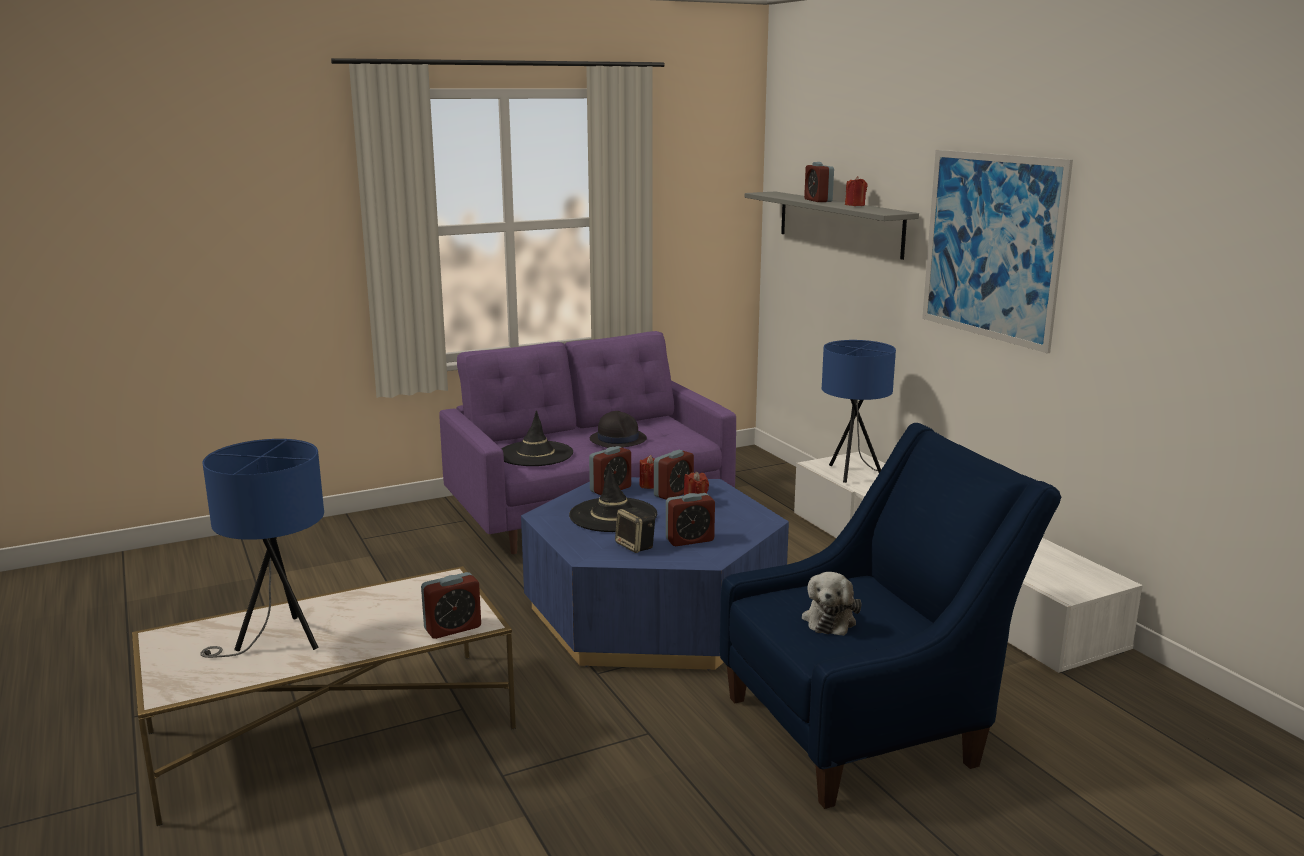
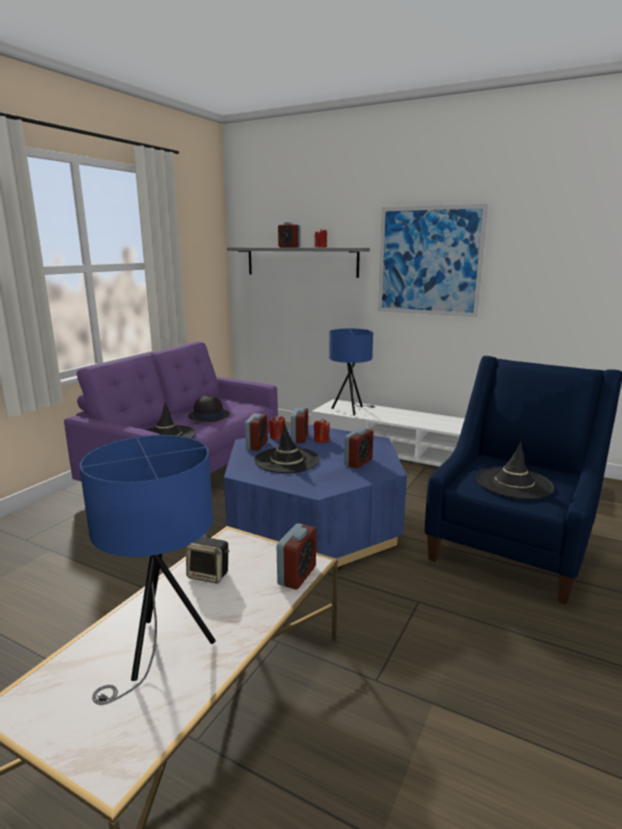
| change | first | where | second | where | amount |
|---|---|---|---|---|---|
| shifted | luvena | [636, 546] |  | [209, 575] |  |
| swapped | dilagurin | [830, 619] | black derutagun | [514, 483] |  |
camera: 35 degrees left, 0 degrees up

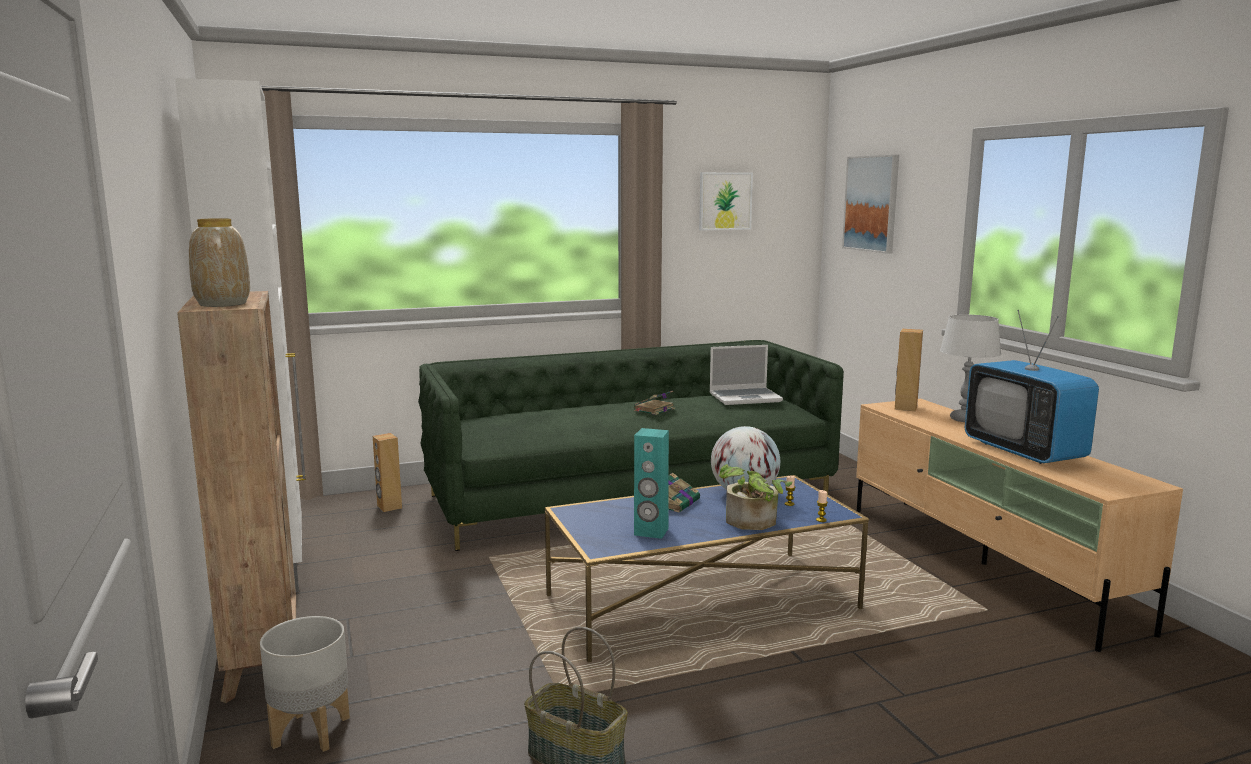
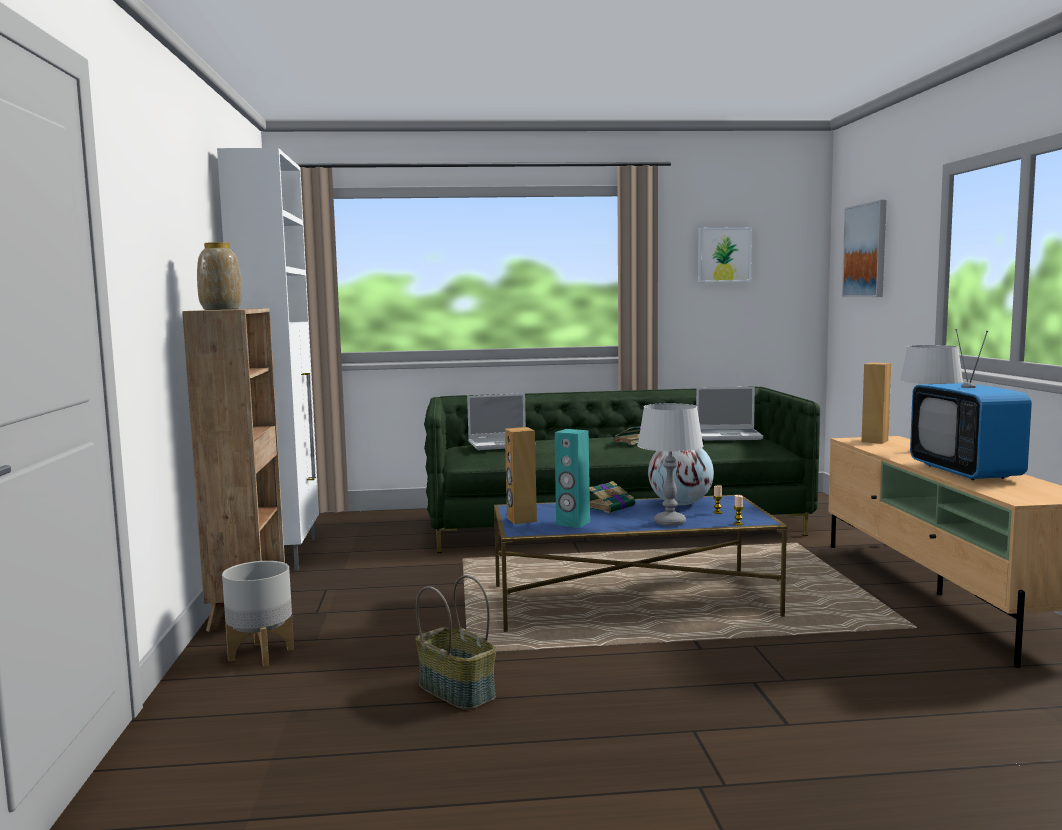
| change | first | where | second | where | amount |
|---|---|---|---|---|---|
| shifted | brown luvena | [389, 507] |  | [521, 520] |  |
| swapped | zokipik | [752, 523] | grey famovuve | [670, 523] |  |
| new |  |  | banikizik | [502, 444] |  |
camera: 15 degrees right, 5 degrees down

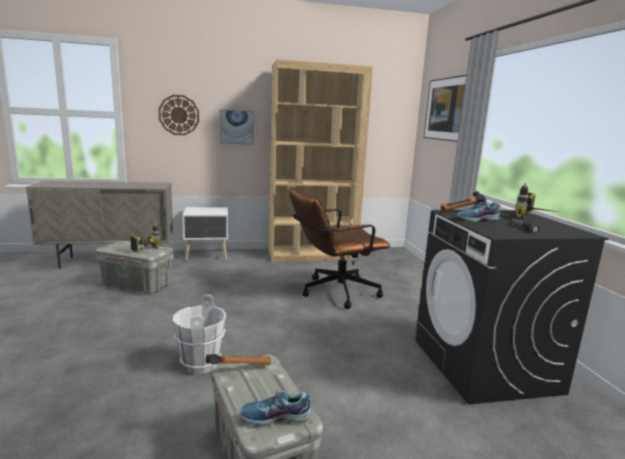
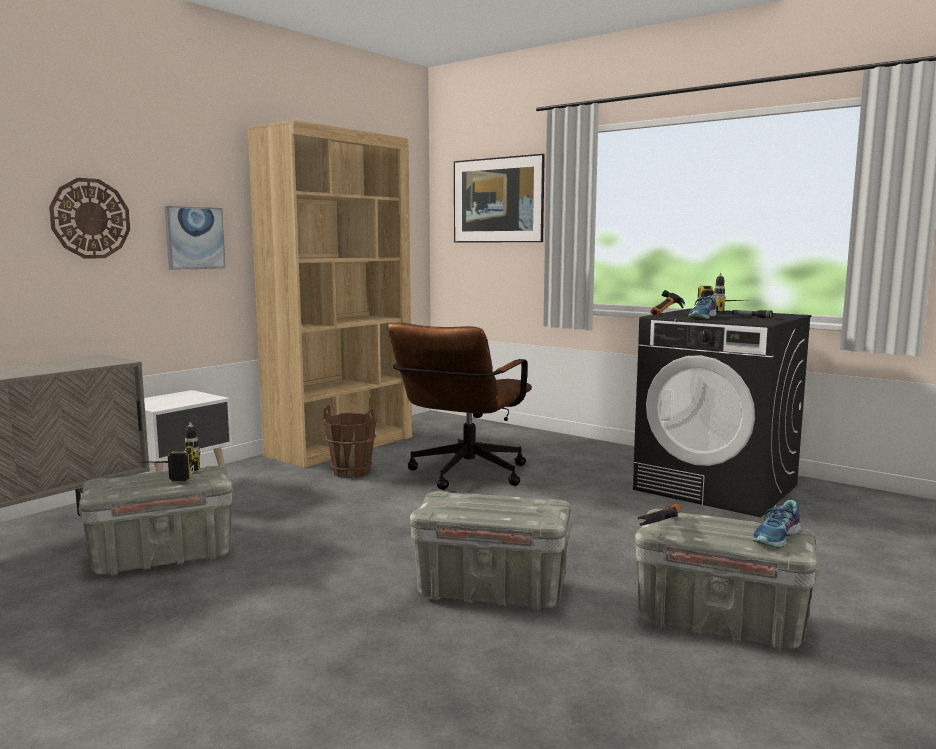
| change | first | where | second | where | amount |
|---|---|---|---|---|---|
| swapped | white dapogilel | [200, 364] | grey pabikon | [490, 591] |  |
| new |  |  | brown dapogilel | [351, 472] |  |
camera: 40 degrees left, 5 degrees down

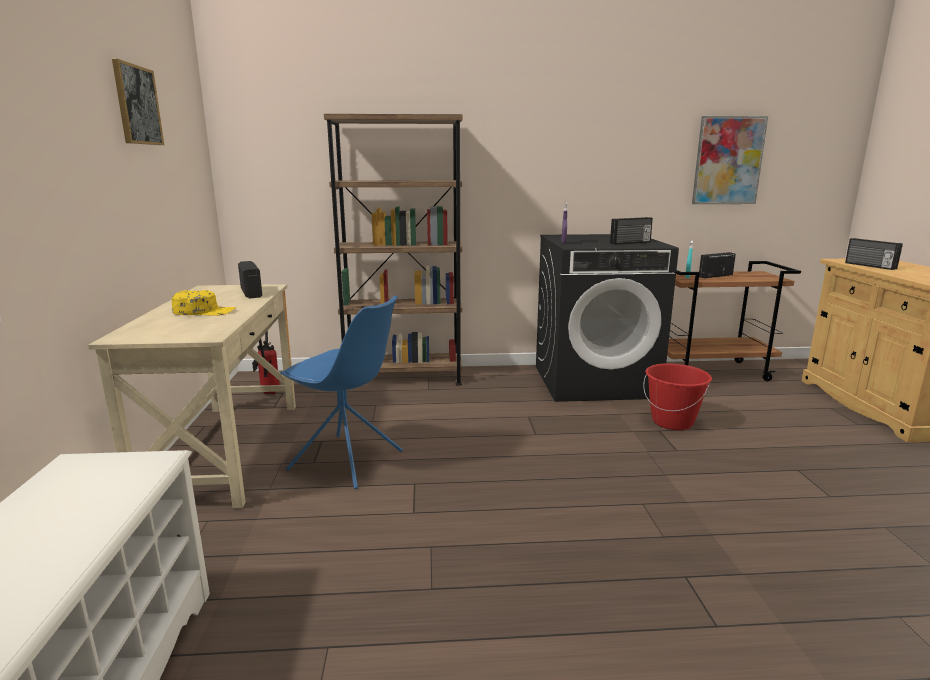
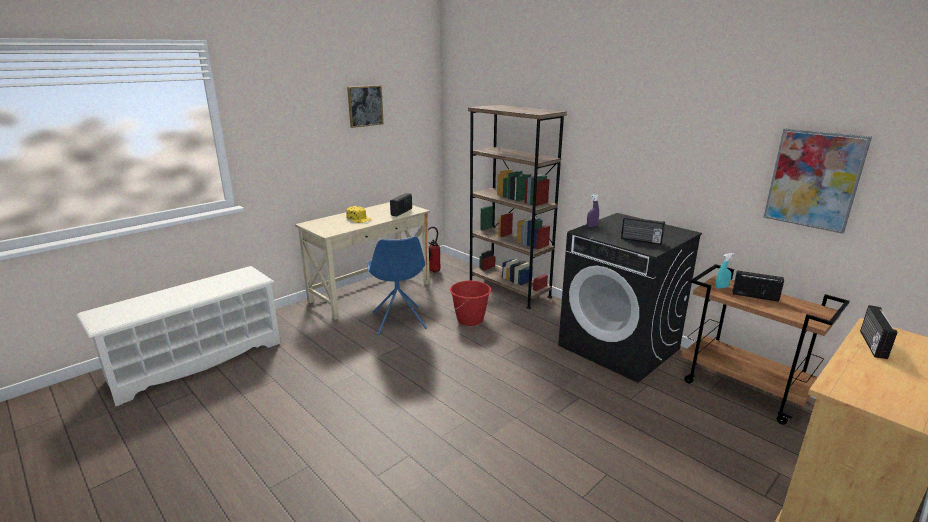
| change | first | where | second | where | amount |
|---|---|---|---|---|---|
| shifted | red dapogilel | [672, 422] |  | [470, 320] |  |
camera: 50 degrees right, 5 degrees up

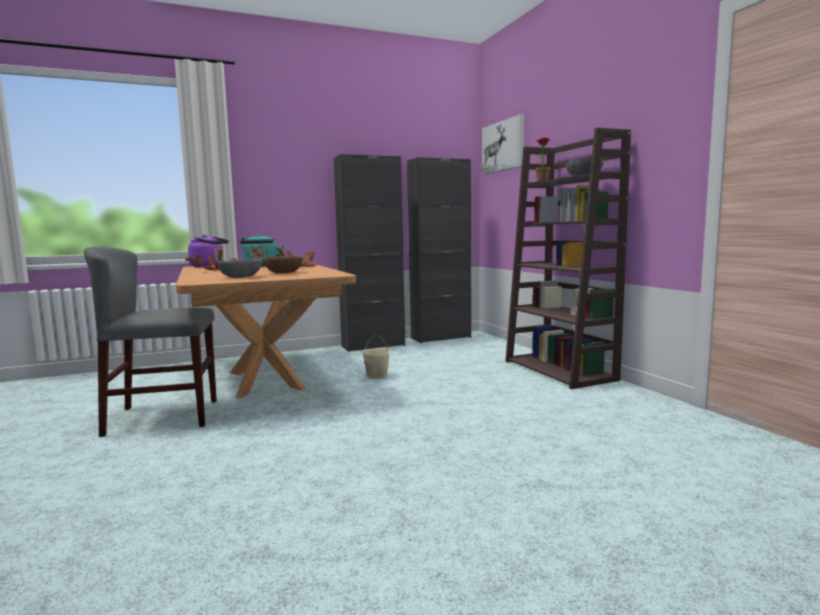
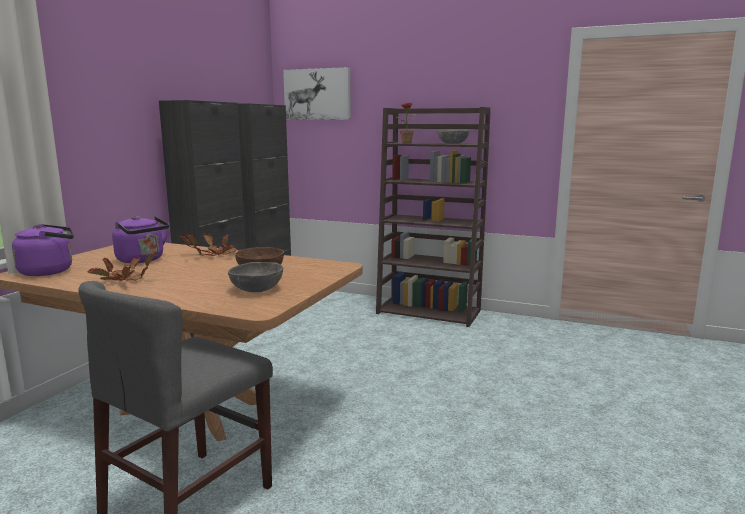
| change | first | where | second | where | amount |
|---|---|---|---|---|---|
| repainted | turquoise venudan | [261, 266] | purple venudan | [142, 260] |  |
| gone | beige dapogilel | [376, 376] |  |  |  |
camera: 45 degrees left, 5 degrees up

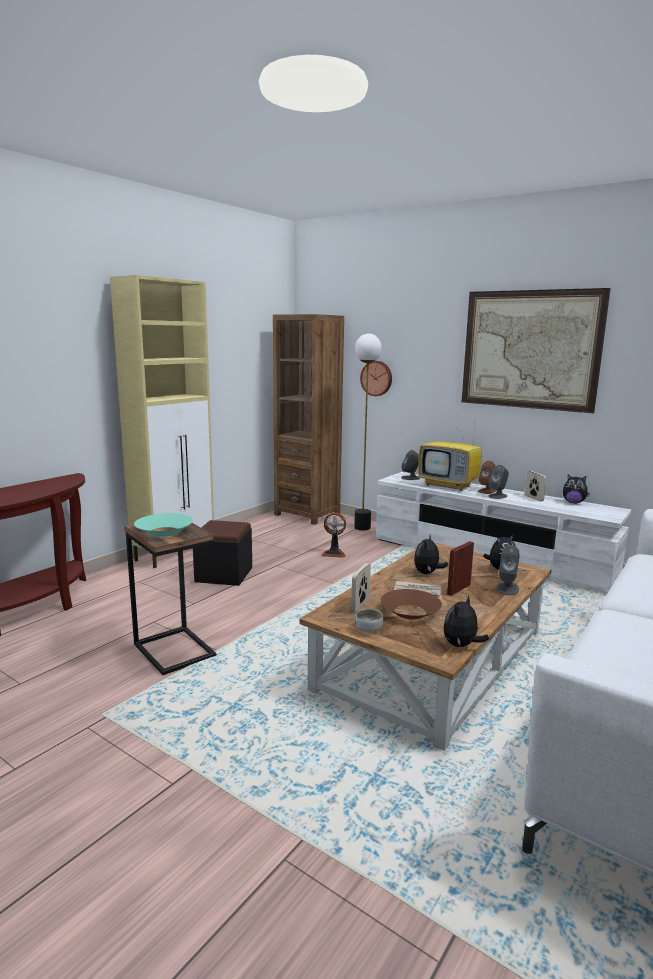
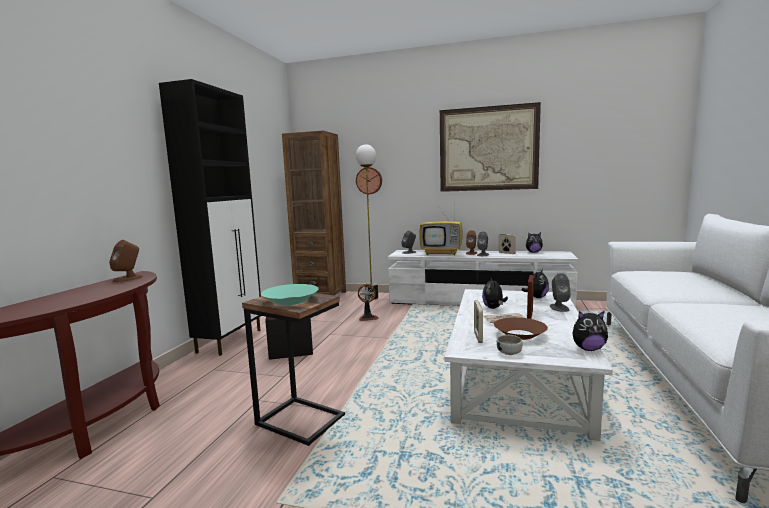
| change | first | where | second | where | amount |
|---|---|---|---|---|---|
| repainted | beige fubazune | [175, 553] | black fubazune | [231, 340] |  |
| repainted | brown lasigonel | [434, 660] | white lasigonel | [518, 376] |  |
| rotated | dilagurin | [461, 645] |  | [588, 349] | 105 degrees counterclockwise |
| new |  |  | brown luvena | [128, 278] |  |
camera: 20 degrees left, 5 degrees down

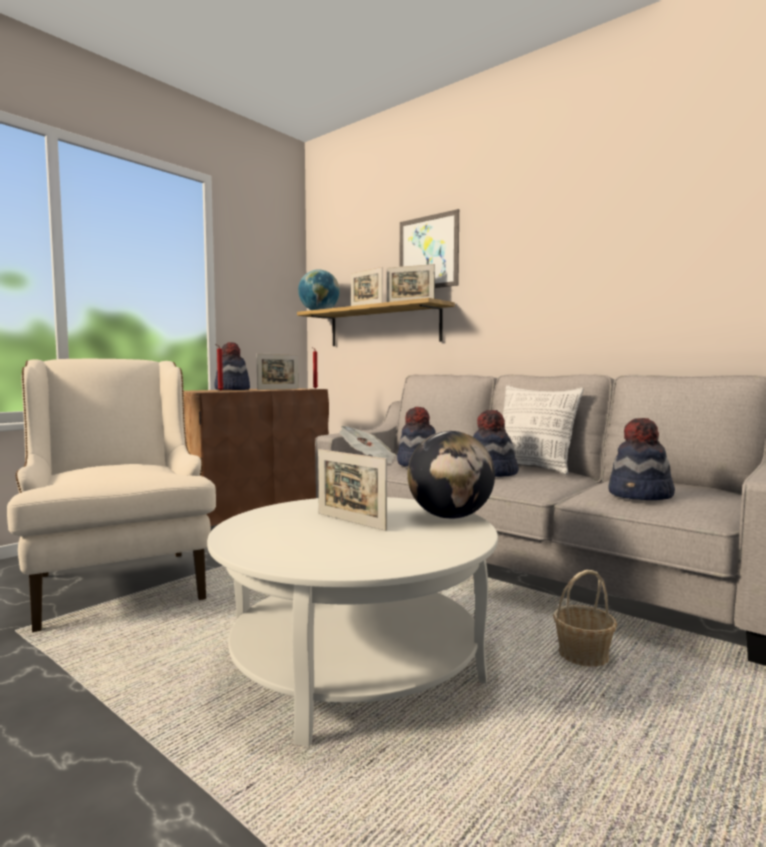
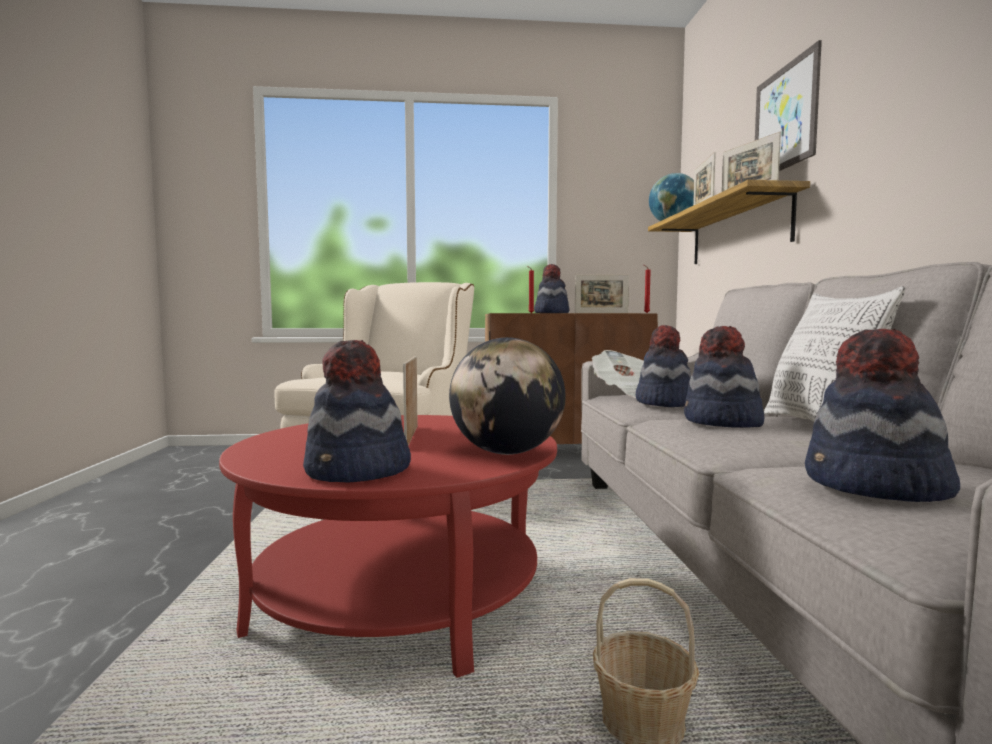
| change | first | where | second | where | amount |
|---|---|---|---|---|---|
| repainted | white lasigonel | [355, 662] | red lasigonel | [399, 594] |  |
| new |  |  | derutagun | [358, 472] |  |
camera: 45 degrees right, 0 degrees up

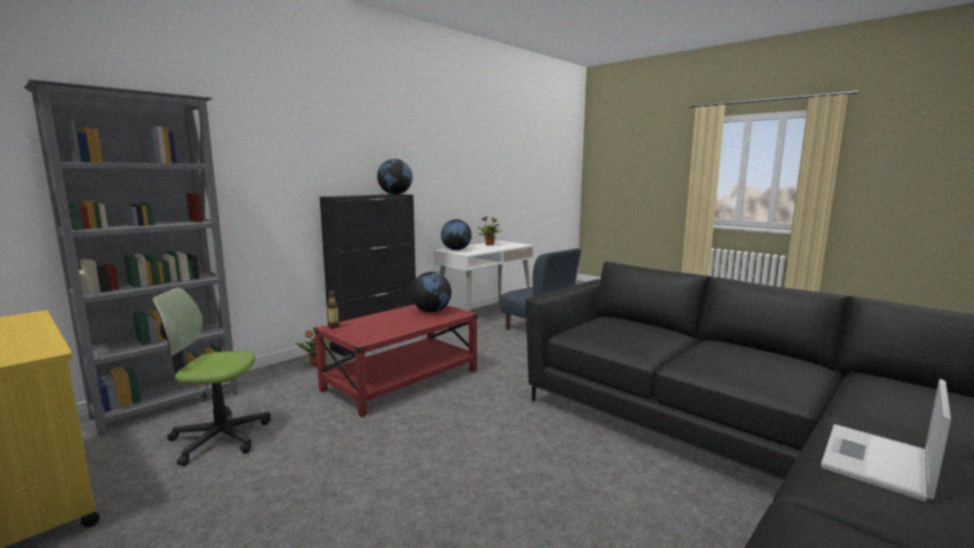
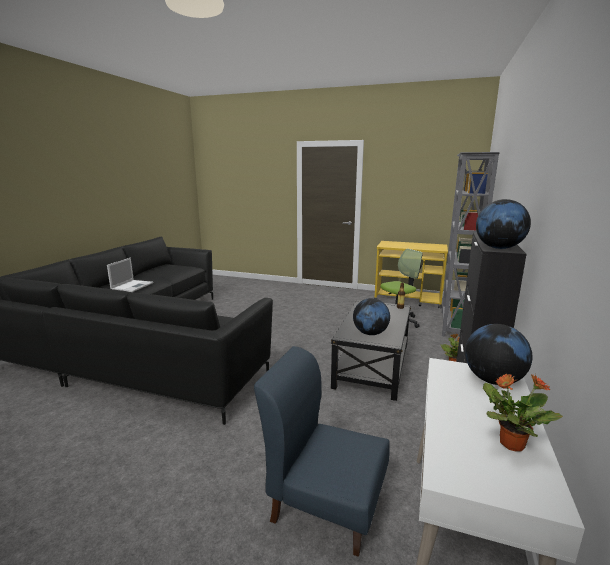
| change | first | where | second | where | amount |
|---|---|---|---|---|---|
| repainted | red lasigonel | [401, 380] | black lasigonel | [372, 366] |  |
camera: 155 degrees right, 5 degrees up

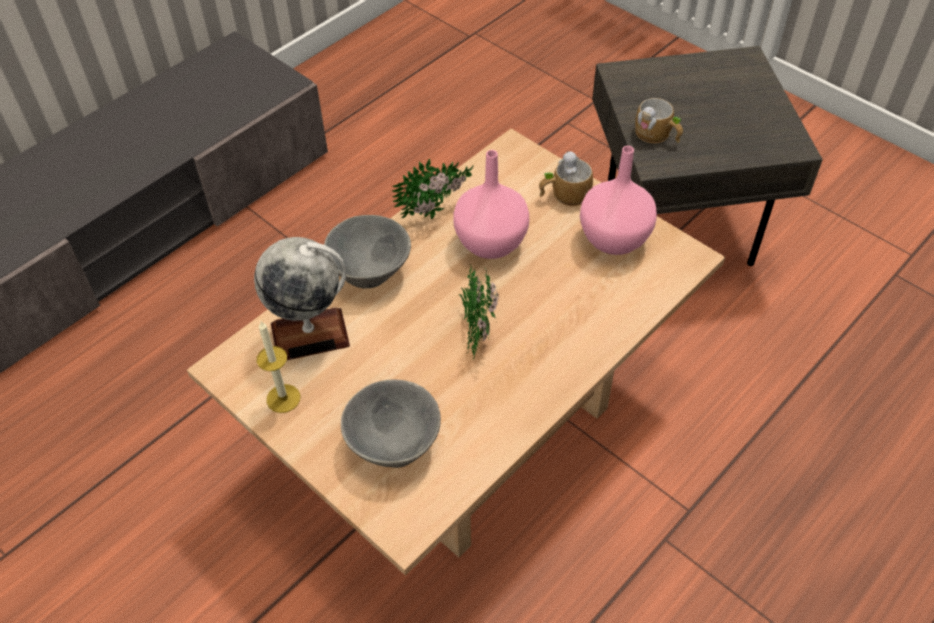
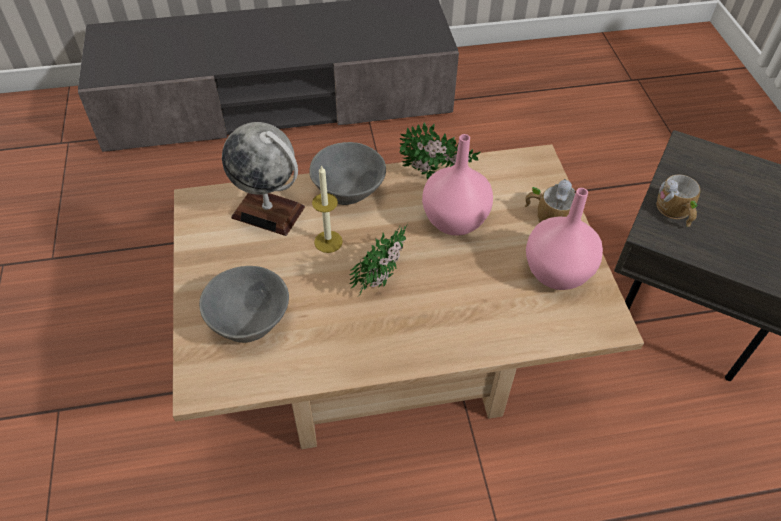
| change | first | where | second | where | amount |
|---|---|---|---|---|---|
| shifted | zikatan | [283, 398] |  | [328, 241] |  |
camera: 35 degrees right, 0 degrees up

